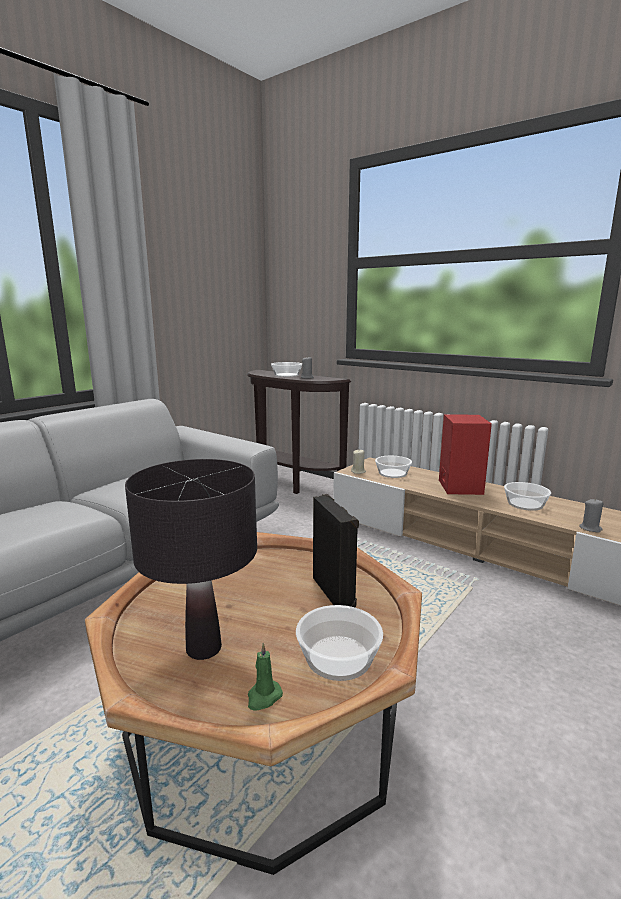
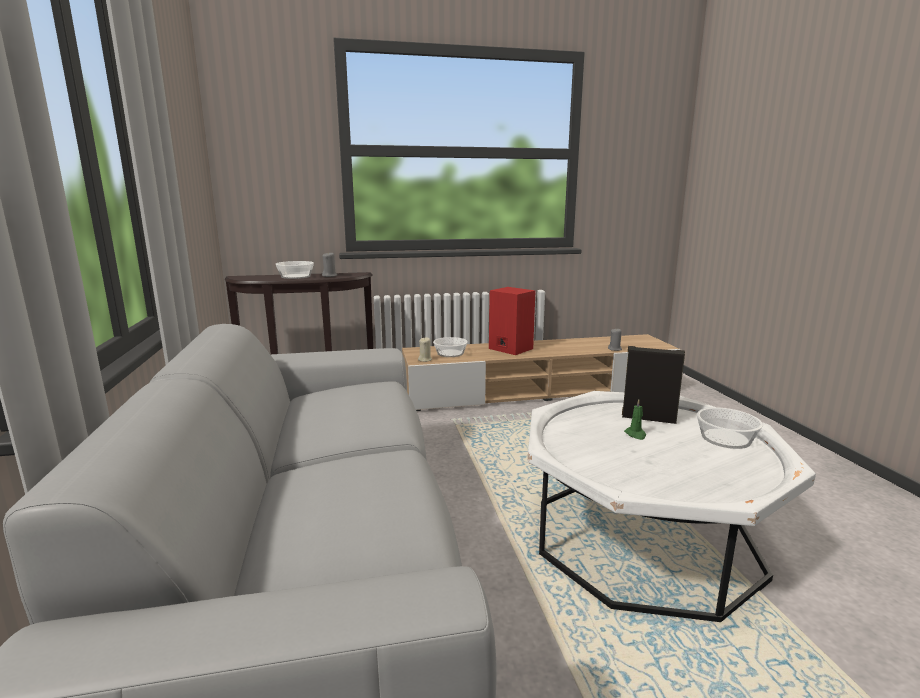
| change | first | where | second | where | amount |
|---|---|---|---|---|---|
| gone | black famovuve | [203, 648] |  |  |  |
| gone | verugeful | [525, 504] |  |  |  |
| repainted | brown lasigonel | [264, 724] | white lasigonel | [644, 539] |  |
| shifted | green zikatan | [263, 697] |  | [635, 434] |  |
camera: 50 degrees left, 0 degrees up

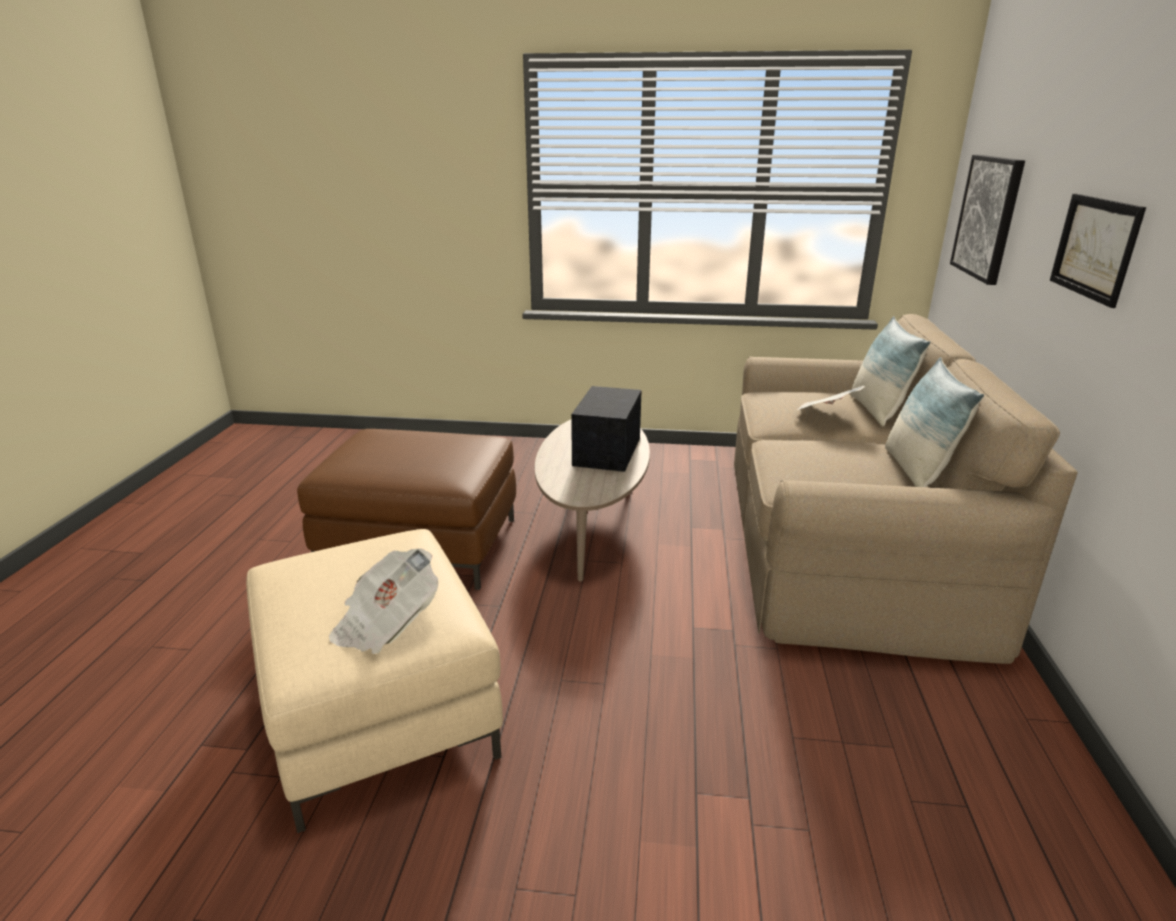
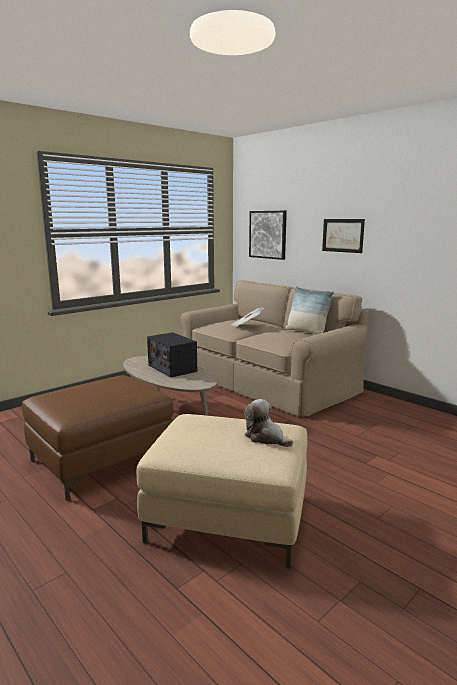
| change | first | where | second | where | amount |
|---|---|---|---|---|---|
| gone | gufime | [877, 411] |  |  |  |
| swapped | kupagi | [386, 624] | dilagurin | [266, 438] |  |
camera: 50 degrees left, 10 degrees down

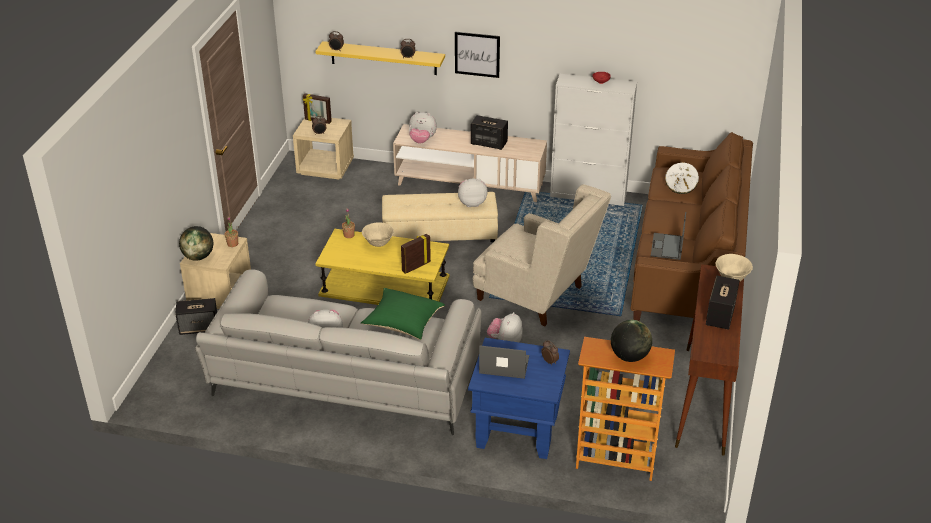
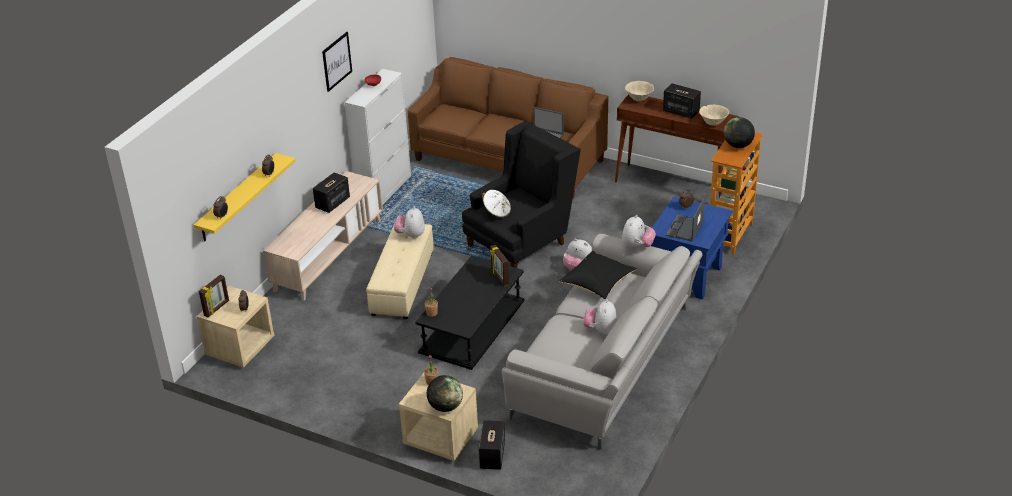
| change | first | where | second | where | amount |
|---|---|---|---|---|---|
| shifted | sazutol | [477, 54] |  | [337, 61] |  |
| shifted | dilagurin | [422, 140] |  | [637, 246] |  |
| shifted | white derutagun | [681, 187] |  | [497, 212] |  |
| repainted | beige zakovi | [538, 296] | black zakovi | [522, 241] |  |
| shifted | beige verugeful | [378, 244] |  | [713, 123] |  |
| repainted | yellow lasigonel | [384, 286] | black lasigonel | [472, 326] |  |
| repainted | green gufime | [402, 324] | black gufime | [598, 284] |  |
camera: 75 degrees left, 0 degrees up

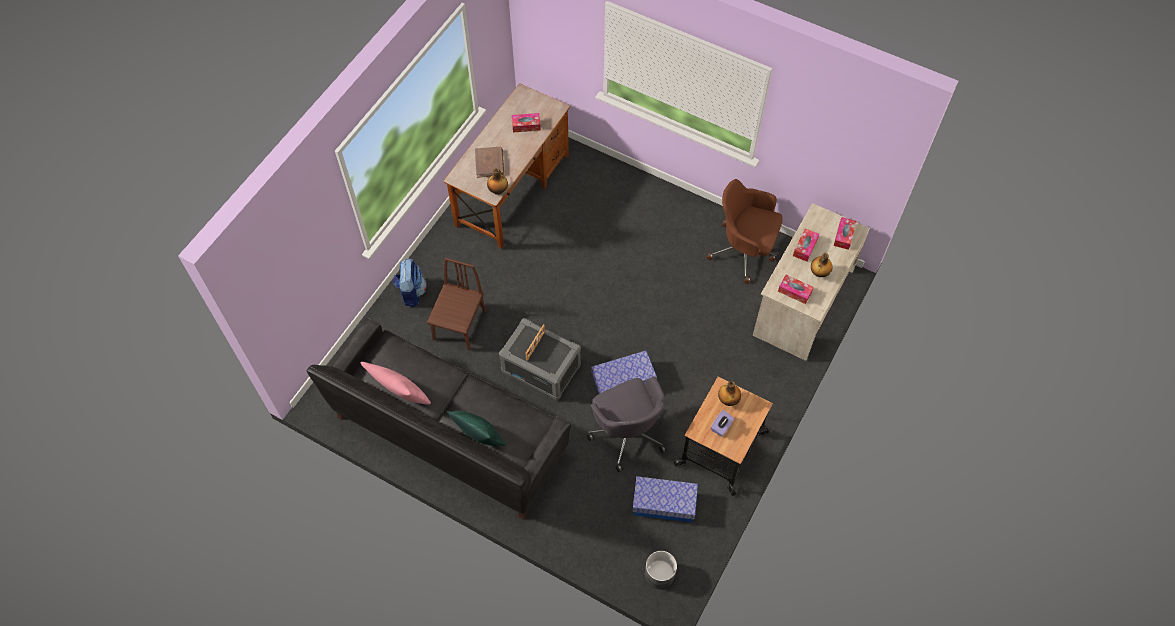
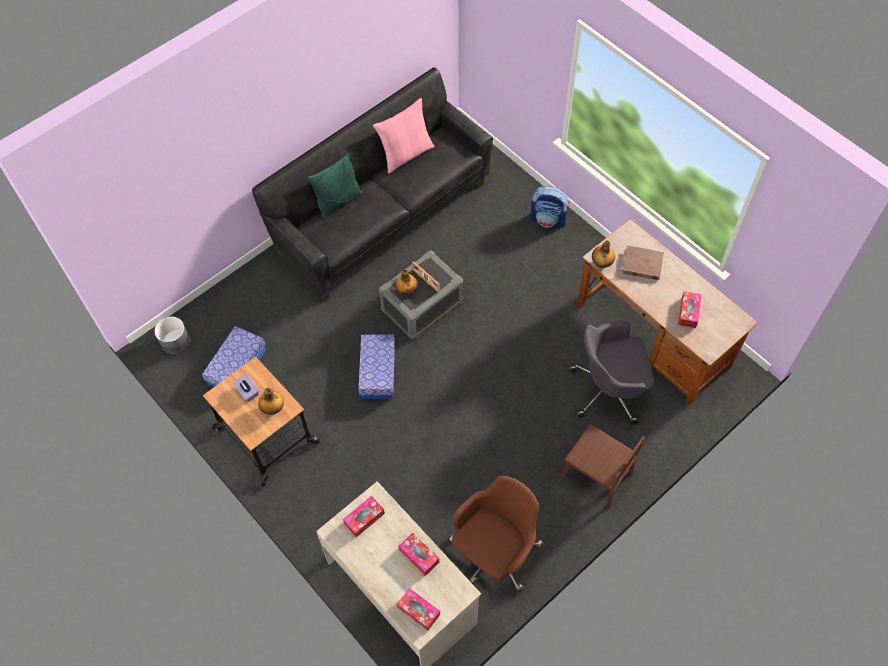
| change | first | where | second | where | amount |
|---|---|---|---|---|---|
| shifted | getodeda | [819, 273] |  | [407, 291] |  |
| shifted | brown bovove | [459, 325] |  | [597, 474] |  |
| shifted | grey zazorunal | [627, 432] |  | [609, 389] |  |
camera: 110 degrees right, 0 degrees up

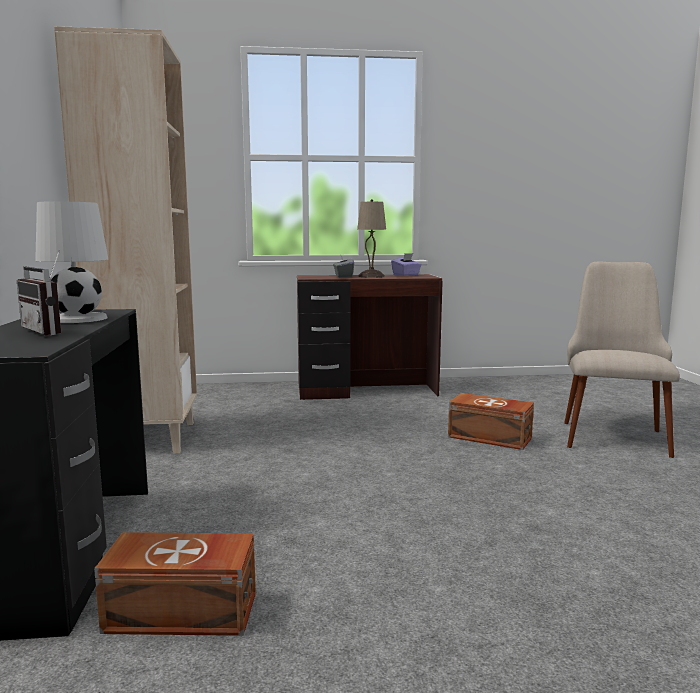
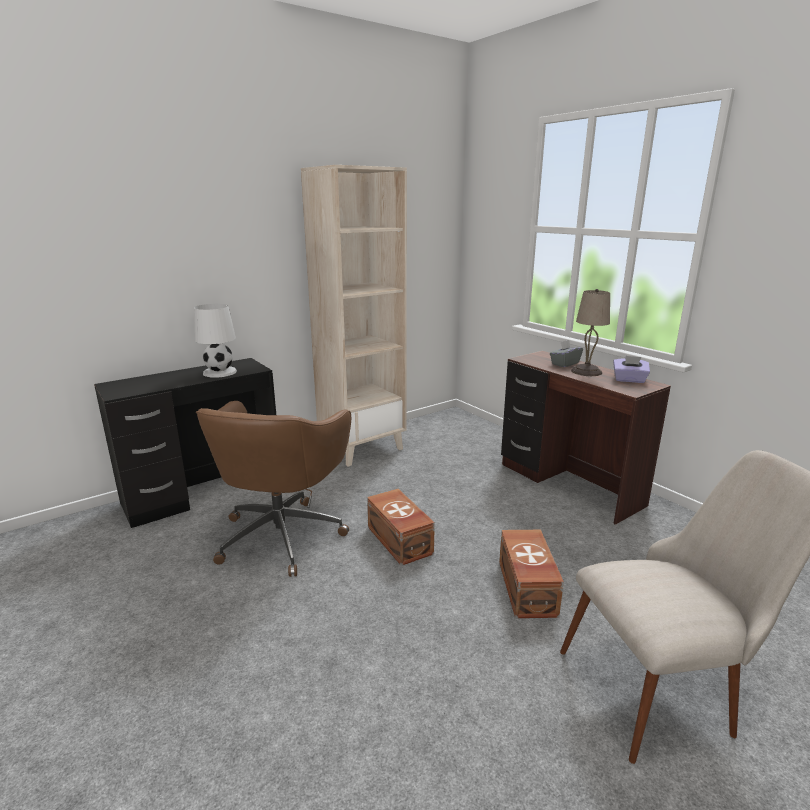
| change | first | where | second | where | amount |
|---|---|---|---|---|---|
| gone | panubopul | [50, 331] |  |  |  |
| shifted | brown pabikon | [183, 613] |  | [399, 541] |  |
| new |  |  | brown zazorunal | [283, 534] |  |
camera: 60 degrees right, 10 degrees up

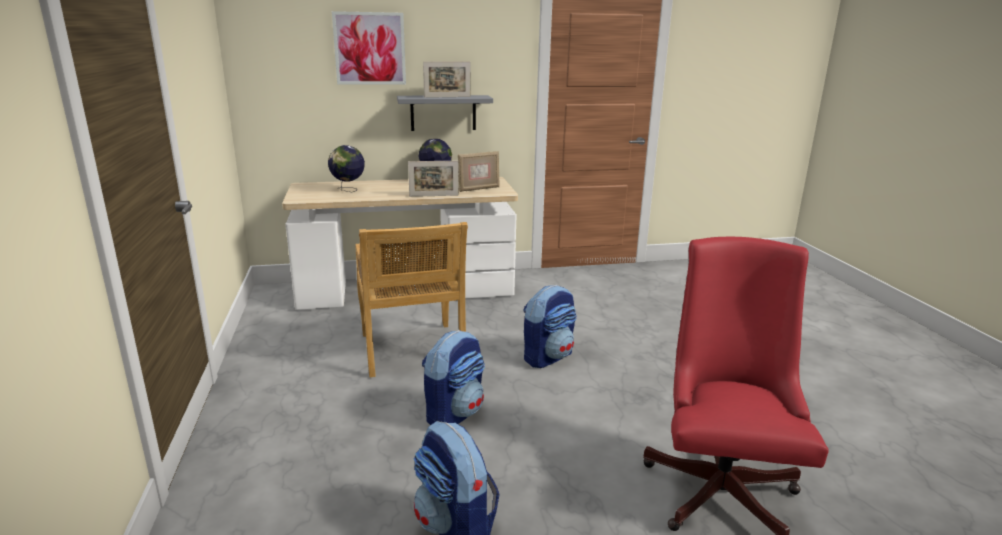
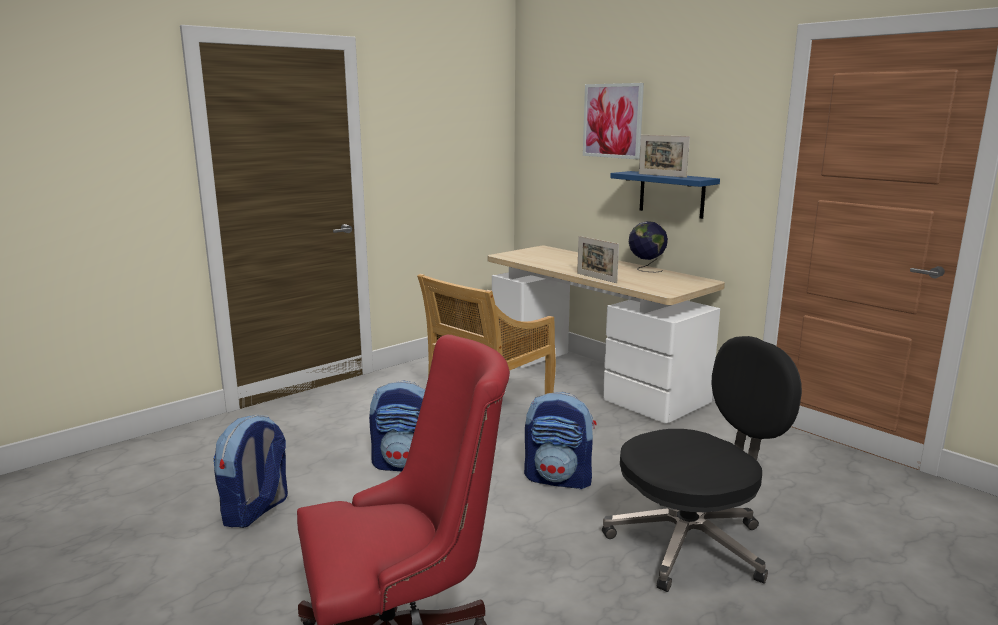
| change | first | where | second | where | amount |
|---|---|---|---|---|---|
| repainted | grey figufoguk | [443, 112] | blue figufoguk | [671, 194] |  |
| gone | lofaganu | [348, 190] |  |  |  |
| gone | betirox | [478, 189] |  |  |  |
| new |  |  | black zazorunal | [691, 543] |  |
camera: 60 degrees right, 5 degrees down

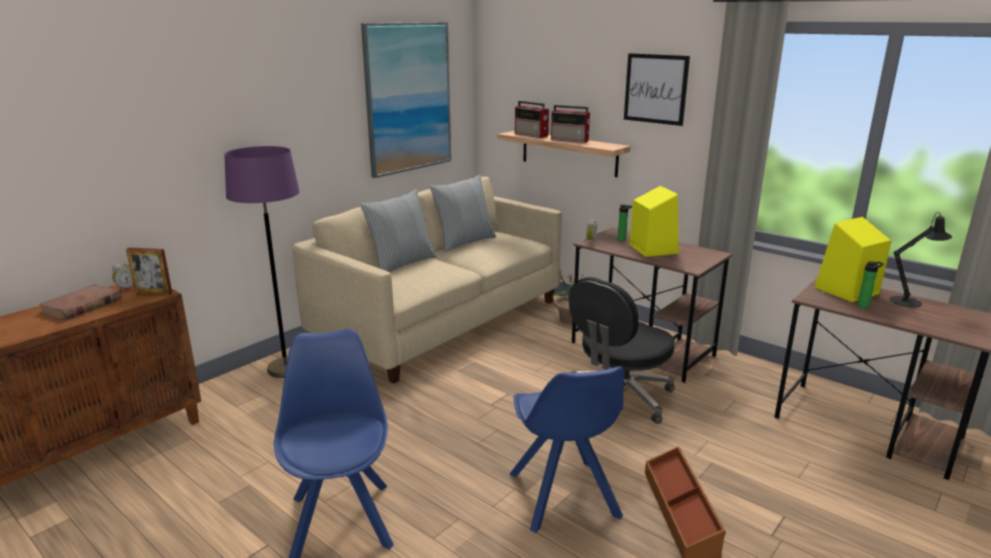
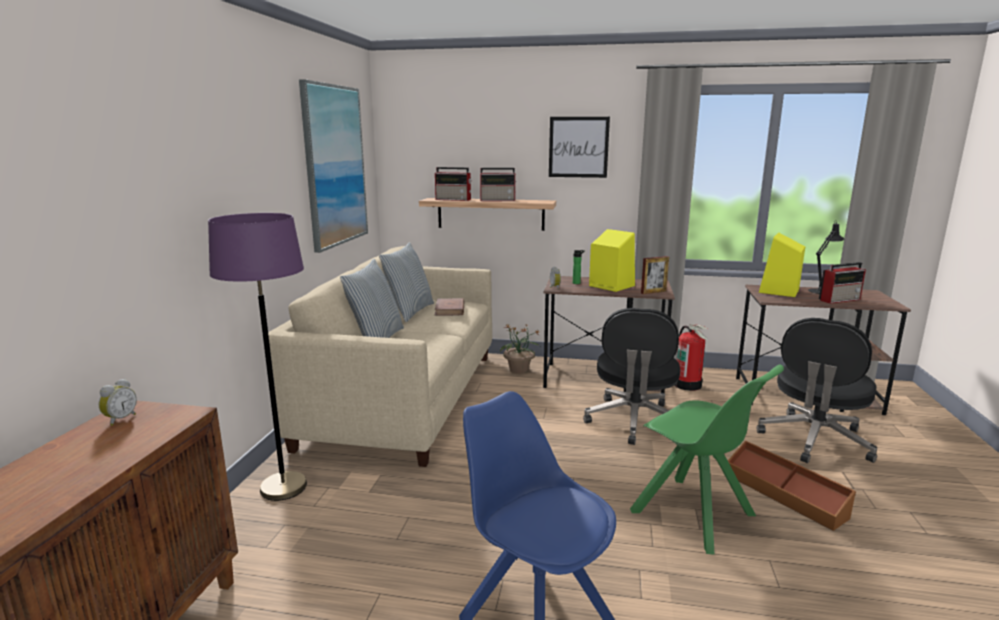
| change | first | where | second | where | amount |
|---|---|---|---|---|---|
| shifted | betirox | [153, 293] |  | [653, 292] |  |
| gone | getodeda | [864, 306] |  |  |  |
| shifted | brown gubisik | [81, 306] |  | [450, 310] |  |
| repainted | blue bovove | [564, 497] | green bovove | [695, 515] |  |
| new |  |  | panubopul | [840, 299] |  |
| new |  |  | black zazorunal | [814, 440] |  |
| new |  |  | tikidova | [688, 385] |  |
camera: 30 degrees left, 5 degrees down

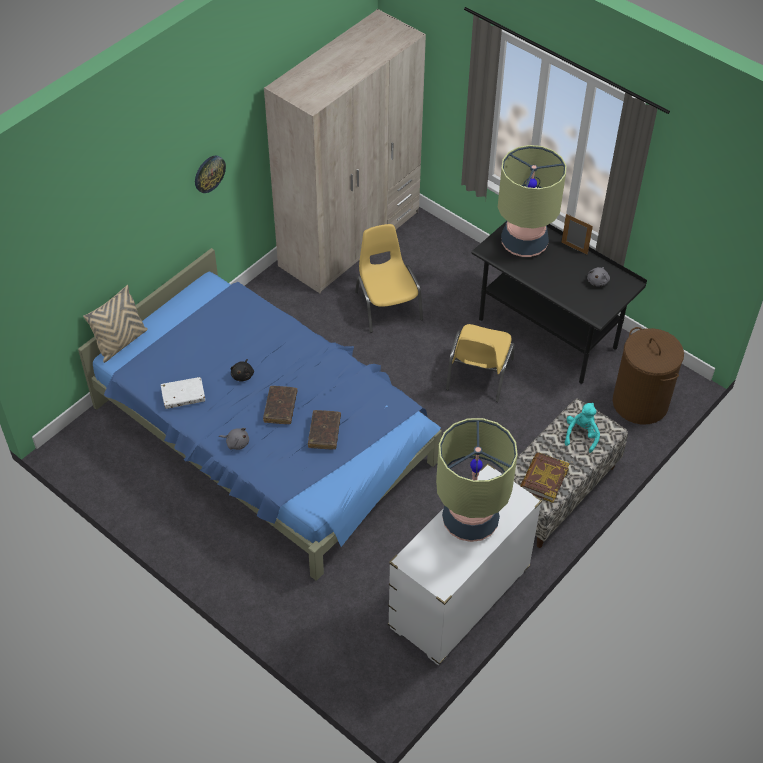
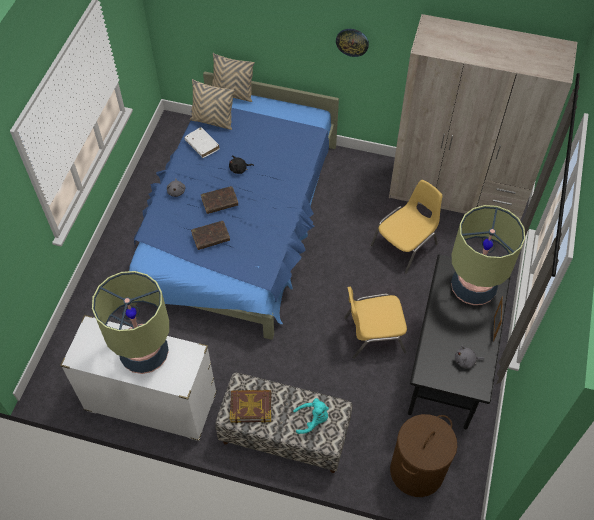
| change | first | where | second | where | amount |
|---|---|---|---|---|---|
| new |  |  | beige gufime | [212, 121] |  |
camera: 65 degrees right, 5 degrees up

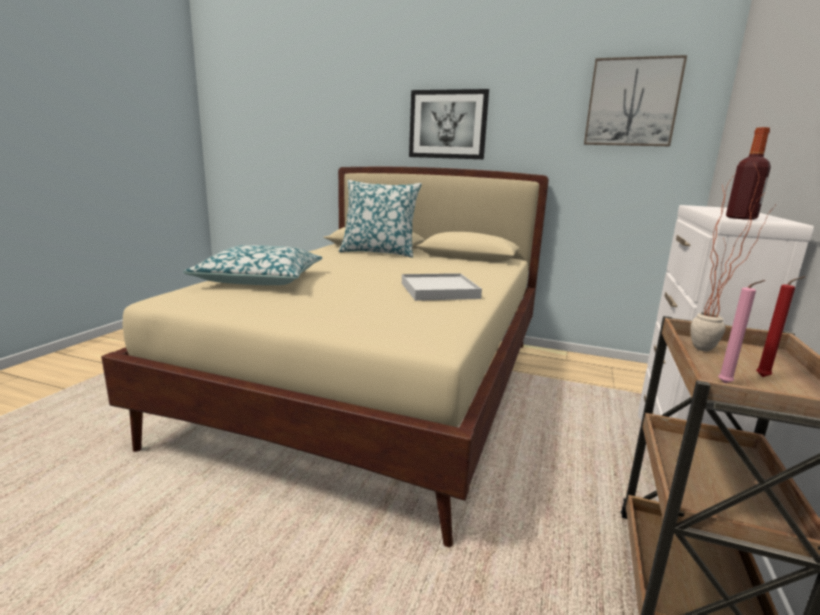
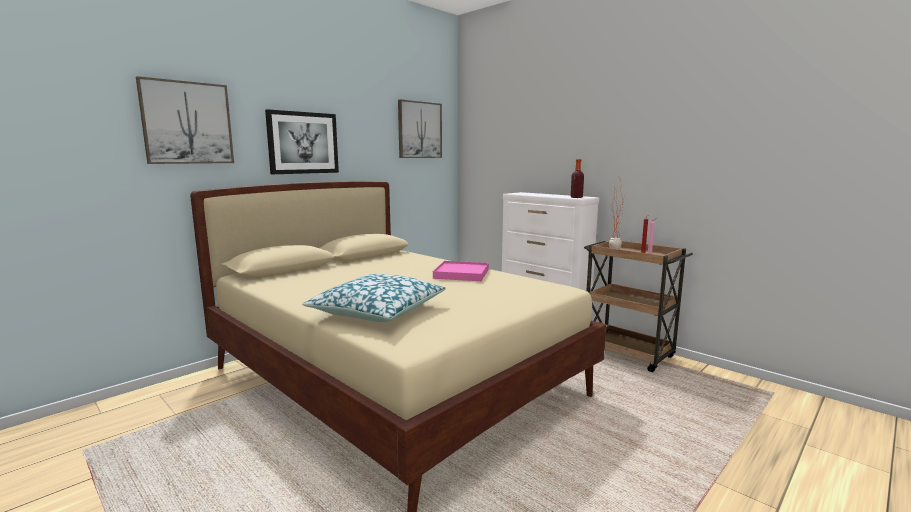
| change | first | where | second | where | amount |
|---|---|---|---|---|---|
| gone | gufime | [379, 252] |  |  |  |
| repainted | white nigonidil | [439, 291] | pink nigonidil | [461, 274] |  |
| new |  |  | sazutol | [187, 123] |  |
camera: 65 degrees left, 5 degrees down

